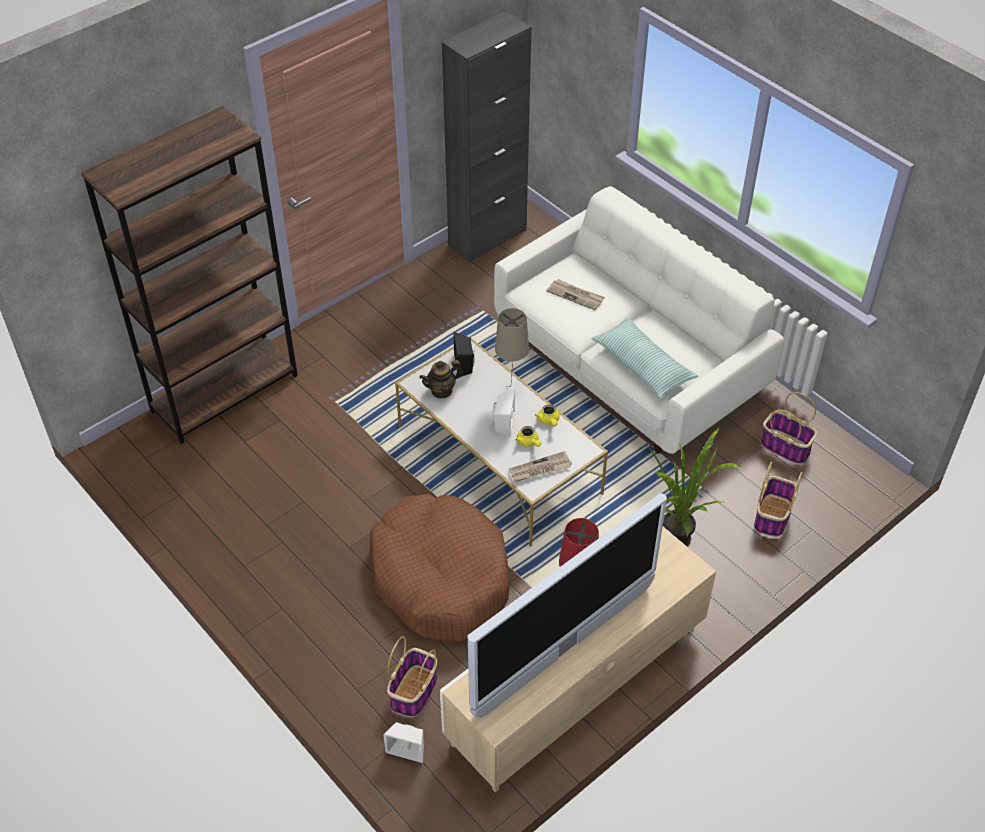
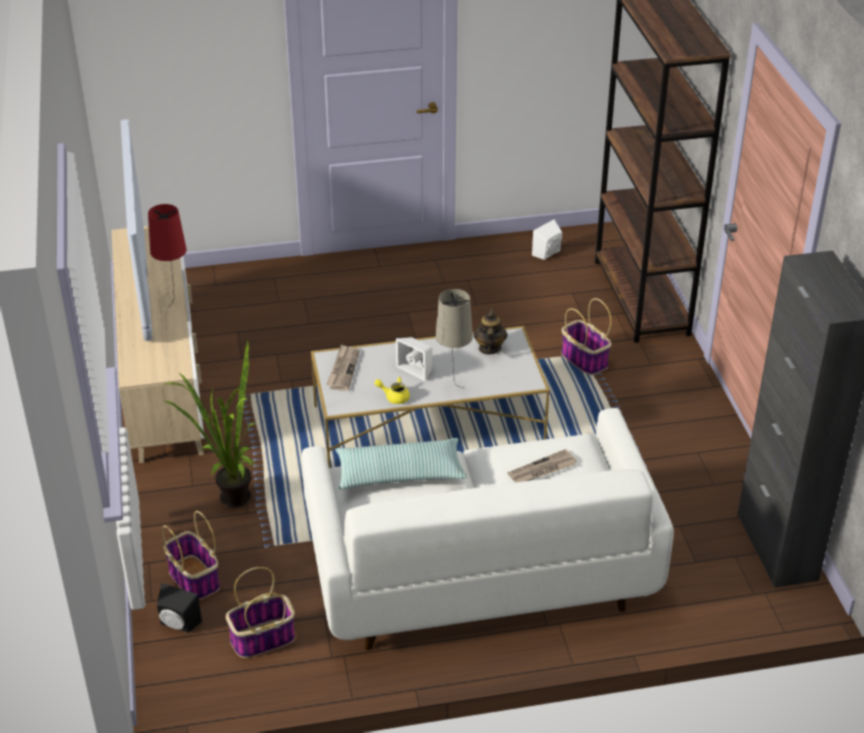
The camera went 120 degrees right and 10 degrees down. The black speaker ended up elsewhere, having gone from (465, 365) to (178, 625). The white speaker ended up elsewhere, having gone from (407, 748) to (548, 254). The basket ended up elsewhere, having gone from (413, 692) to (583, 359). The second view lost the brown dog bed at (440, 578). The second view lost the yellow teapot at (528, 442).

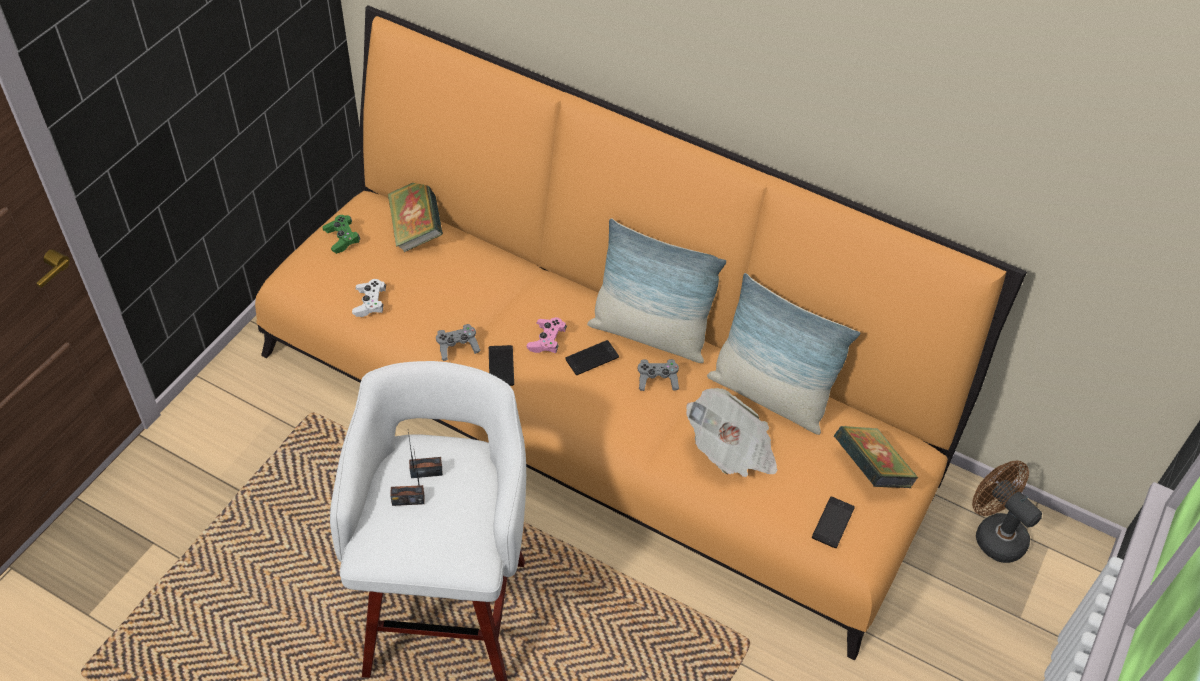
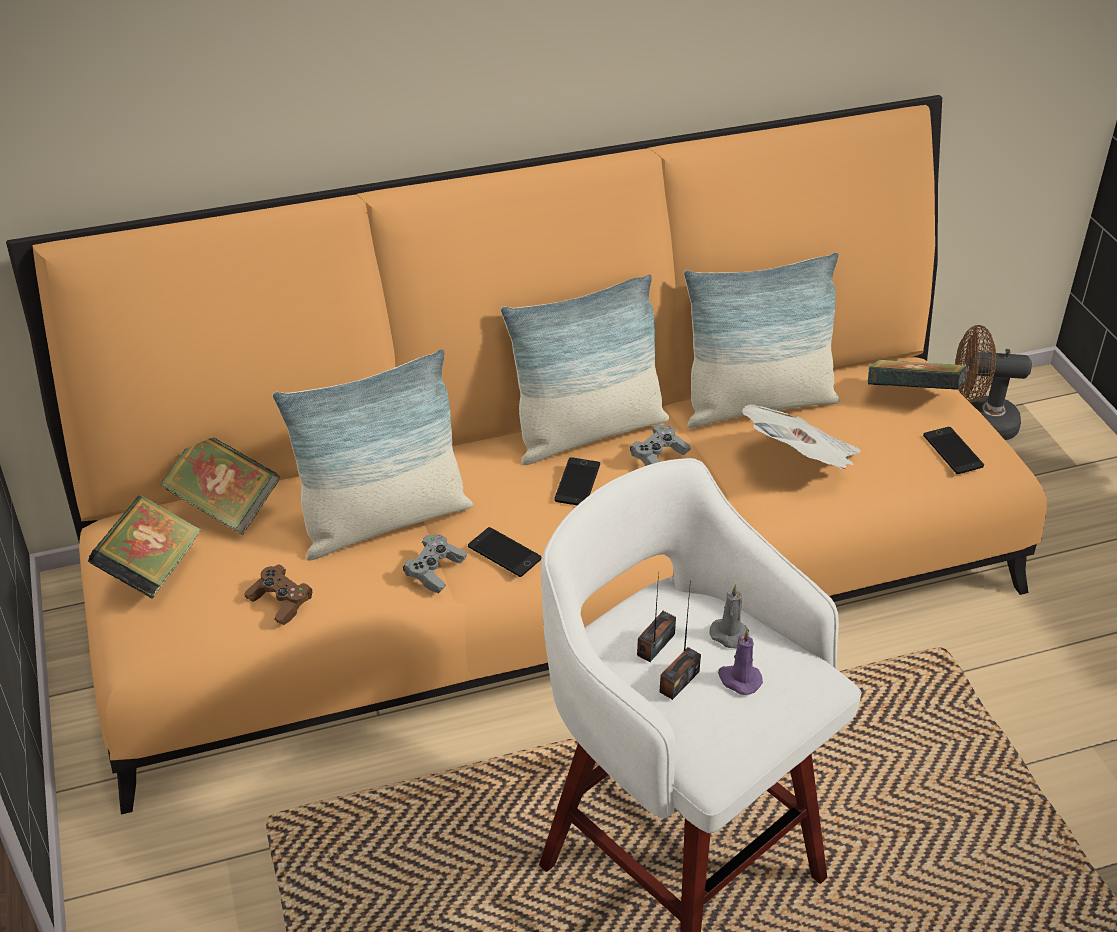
The camera went 45 degrees left and 10 degrees down. Where the green game controller stood at (342, 239), the book came to stand at (152, 570). What was the white game controller at (370, 303) turned into the brown game controller at (280, 602). The second view gained the pillow at (384, 521). The second view gained the grey candle at (731, 636). The second view gained the purple candle at (739, 679). The second view lost the pink game controller at (547, 340).

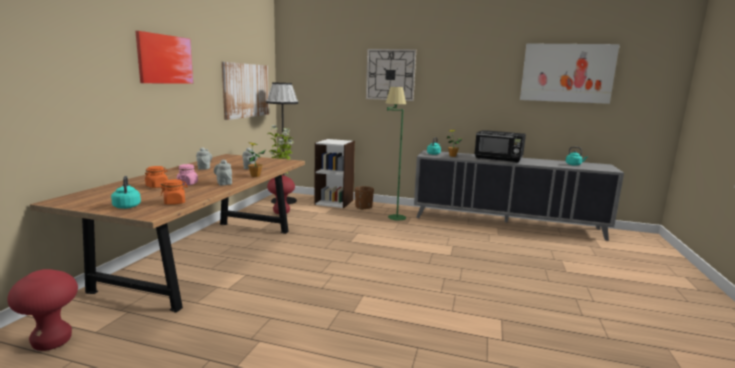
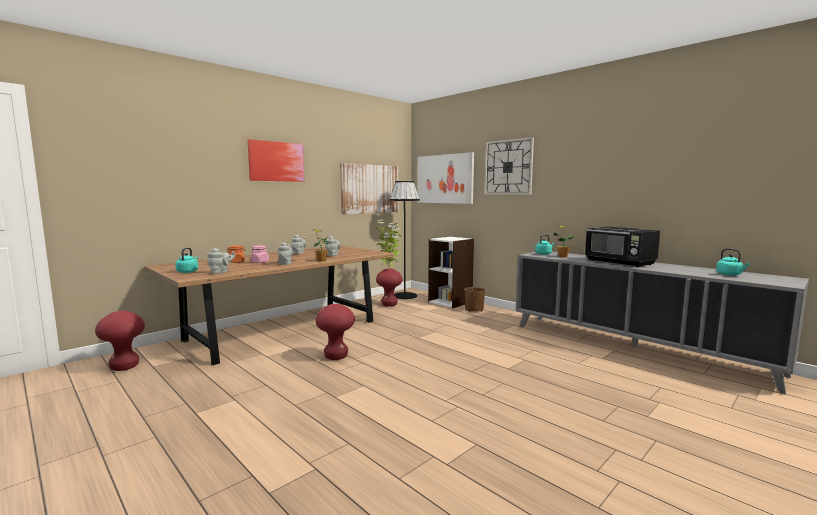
The camera went 30 degrees right and 5 degrees down. Where the orange jar stood at (175, 202), the grey teapot came to stand at (220, 272). The second view gained the red stool at (336, 356). The picture ended up elsewhere, having gone from (567, 73) to (444, 179). The second view lost the green floor lamp at (392, 215).

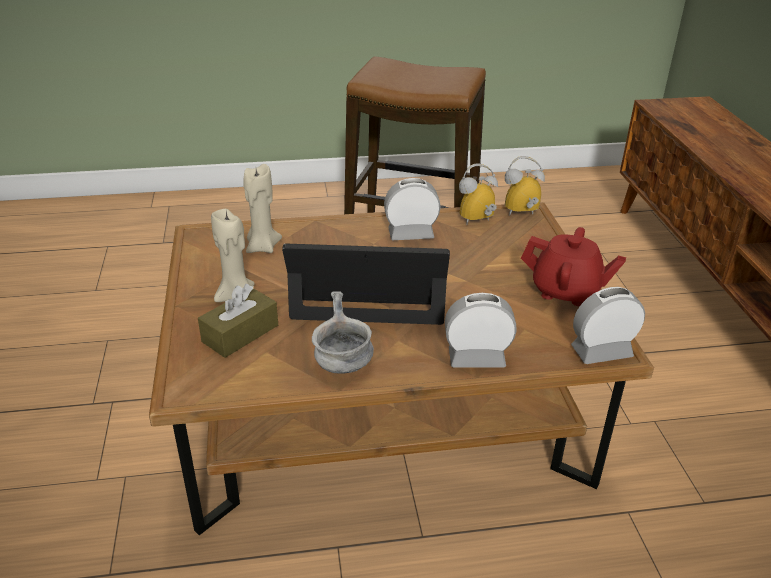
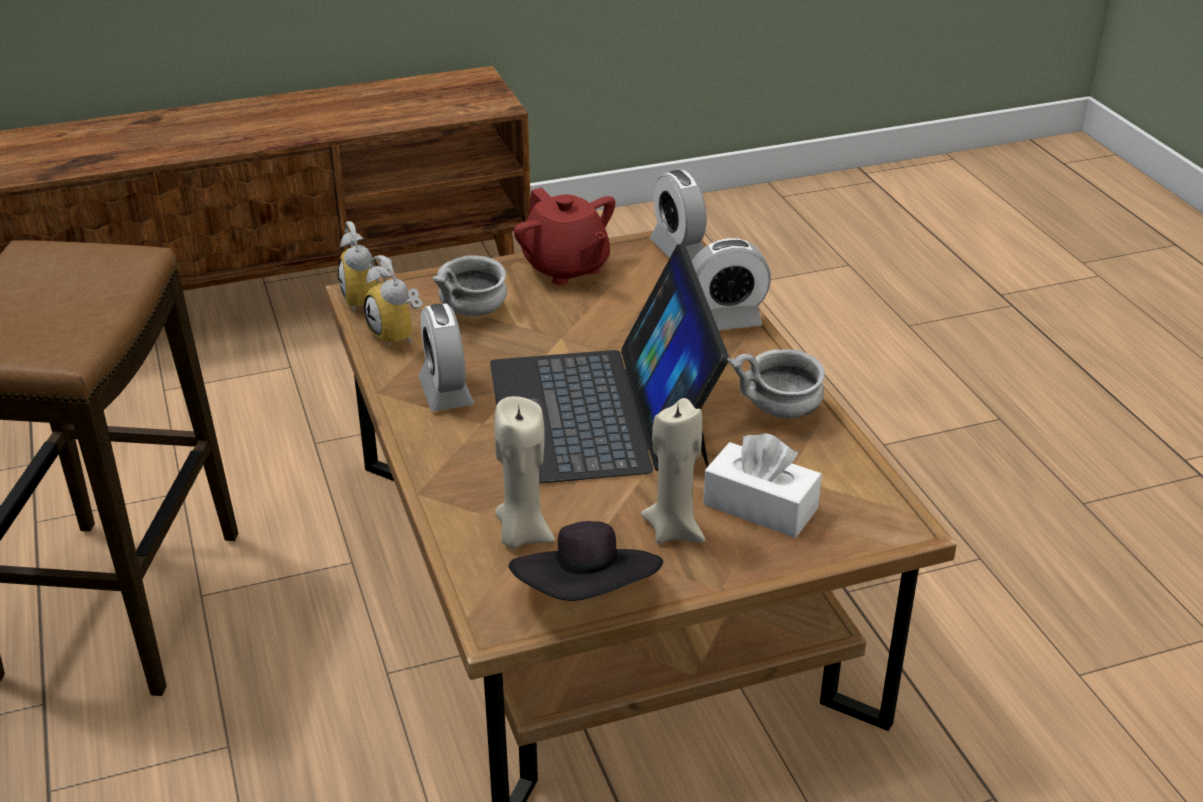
The camera went 100 degrees left and 0 degrees up. The second view gained the grey bowl at (473, 312). The second view gained the black hat at (588, 597). The red teapot at (566, 291) ended up facing another way, 135 degrees clockwise from before. The alarm clock at (476, 358) ended up facing another way, 90 degrees counterclockwise from before. What was the brown tissue box at (240, 333) turned into the white tissue box at (760, 506).

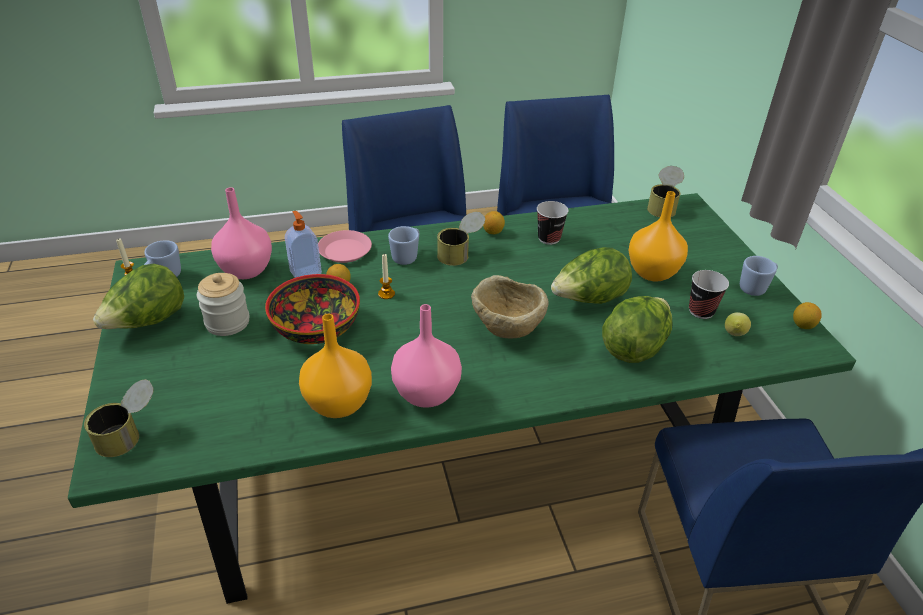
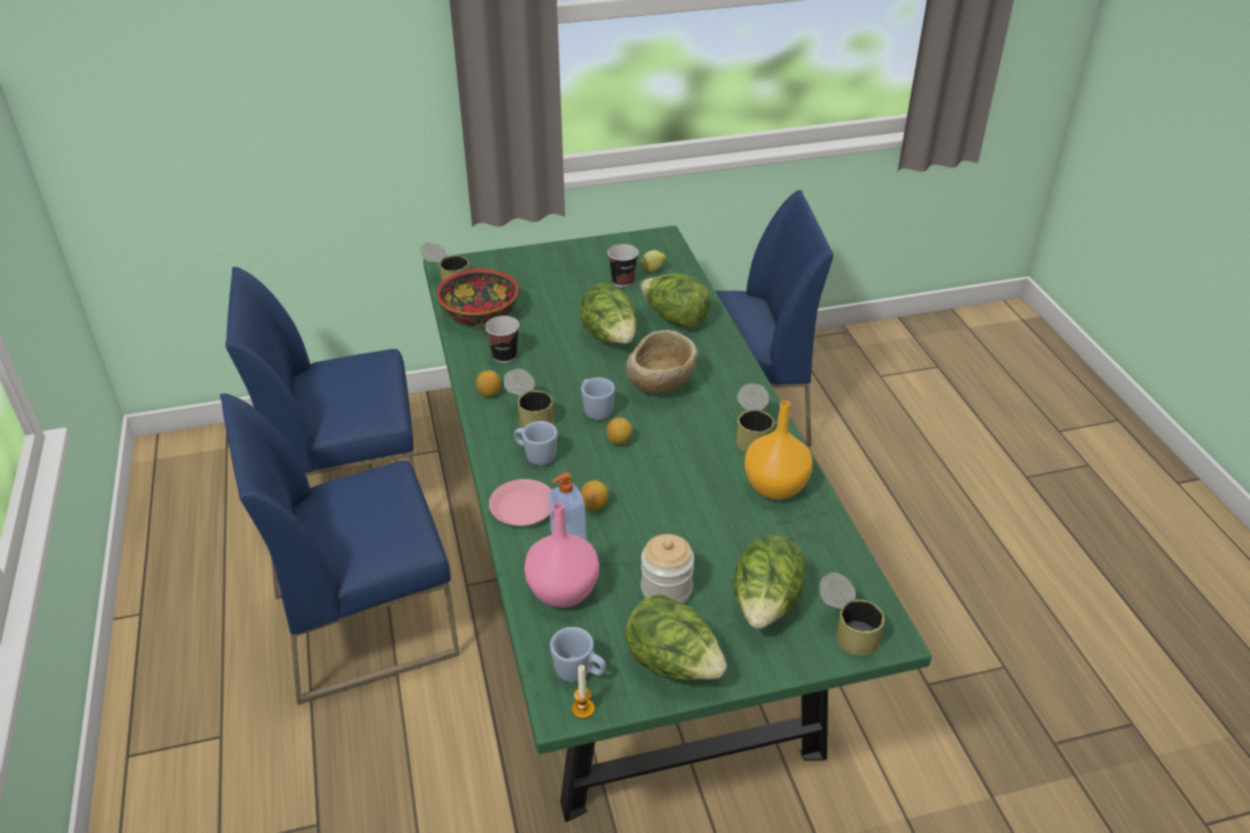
The camera went 90 degrees left and 0 degrees up. The bowl ended up elsewhere, having gone from (317, 328) to (480, 314). The blue mug ended up elsewhere, having gone from (755, 288) to (595, 410). The lemon ended up elsewhere, having gone from (803, 325) to (619, 441). The second view gained the lettuce at (766, 605). Where the pink vase stood at (425, 394), the can came to stand at (752, 435). The second view lost the candle at (386, 294). The second view lost the orange vase at (653, 272).

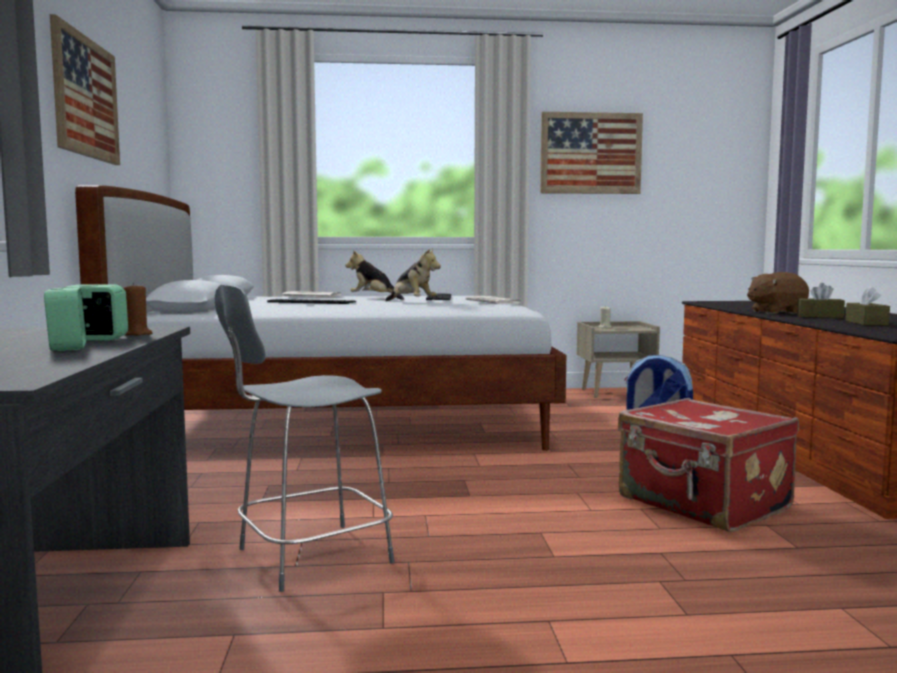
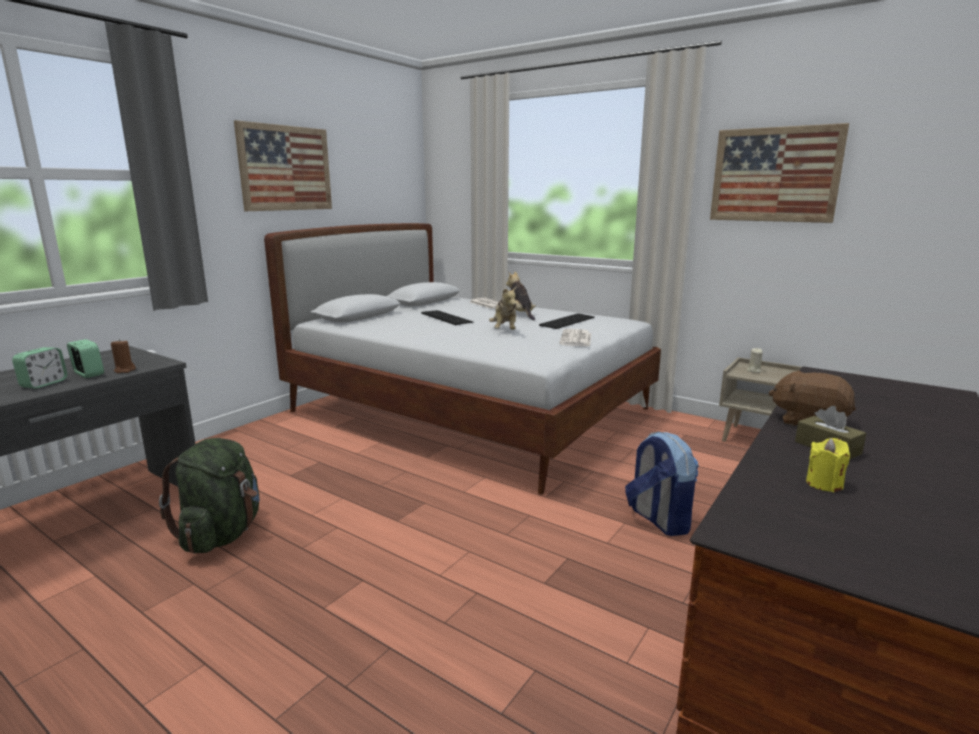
The camera went 40 degrees right and 10 degrees up. Where the grey chair stood at (309, 557), the green backpack came to stand at (222, 534). Where the brown tissue box stood at (866, 323), the yellow candle came to stand at (824, 484). The second view lost the red suitcase at (703, 504).

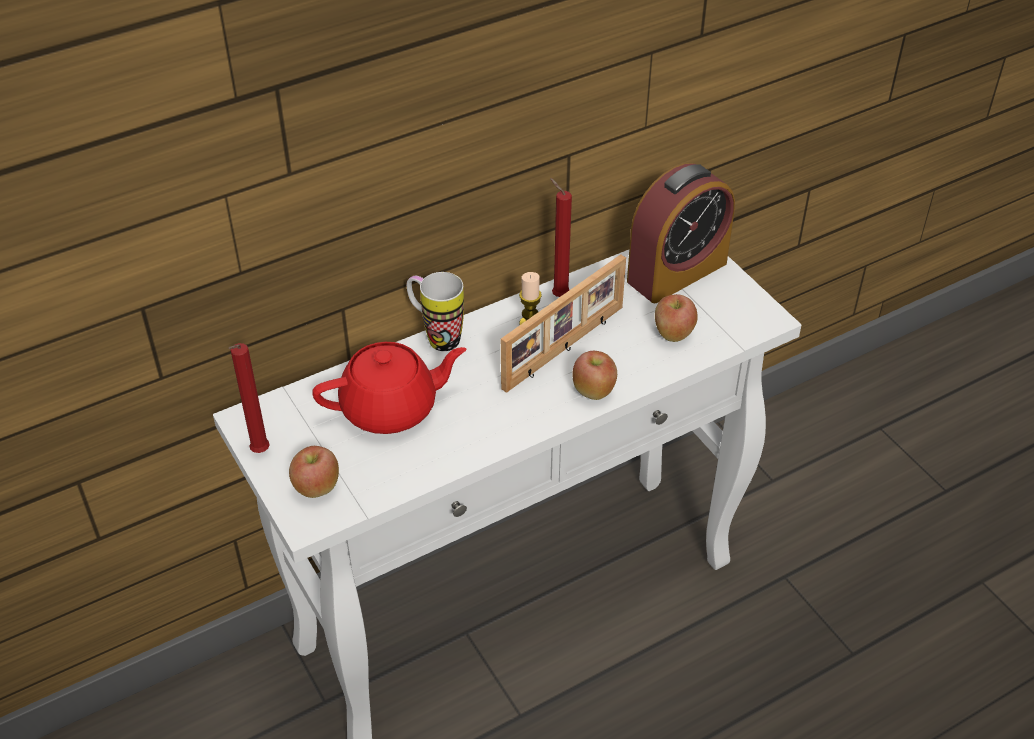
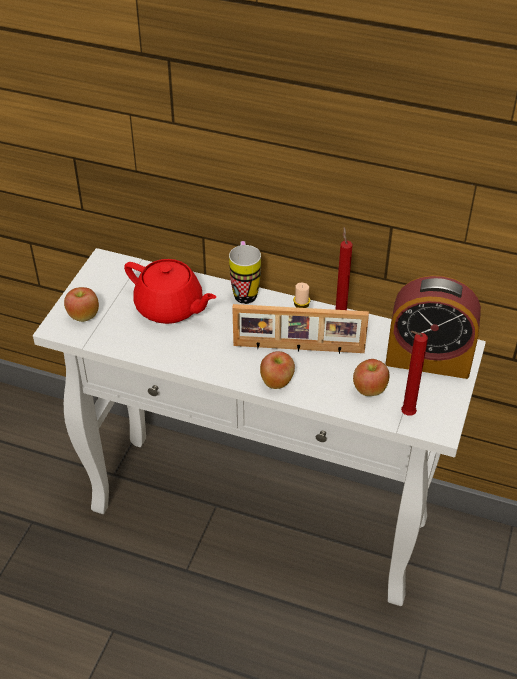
The camera went 50 degrees right and 0 degrees up. The red candle ended up elsewhere, having gone from (258, 453) to (405, 414).

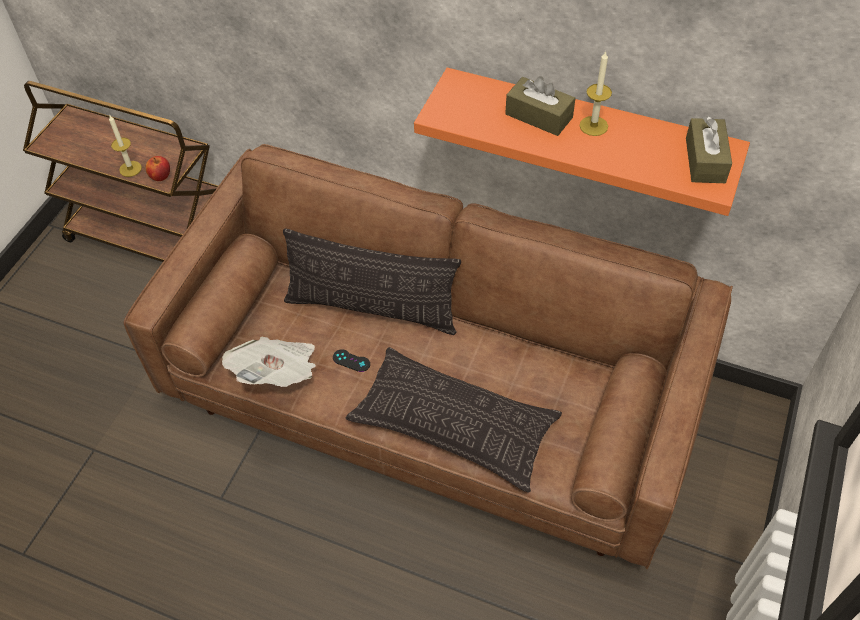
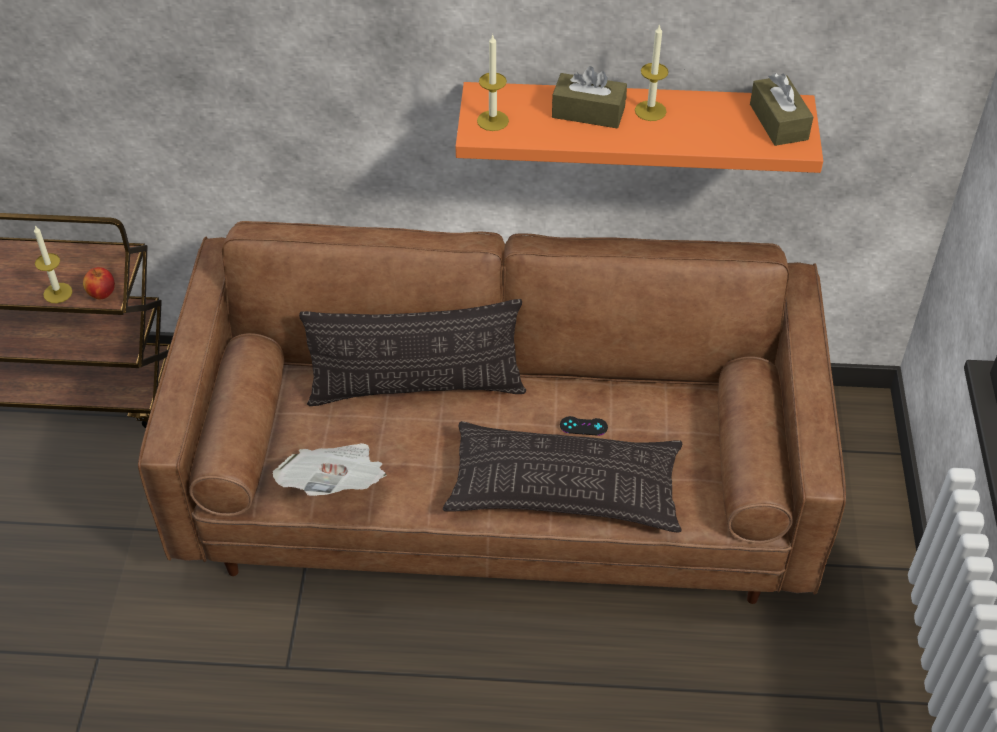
The camera went 20 degrees left and 5 degrees down. The second view gained the candle at (492, 120). The black game controller ended up elsewhere, having gone from (351, 361) to (583, 426).

